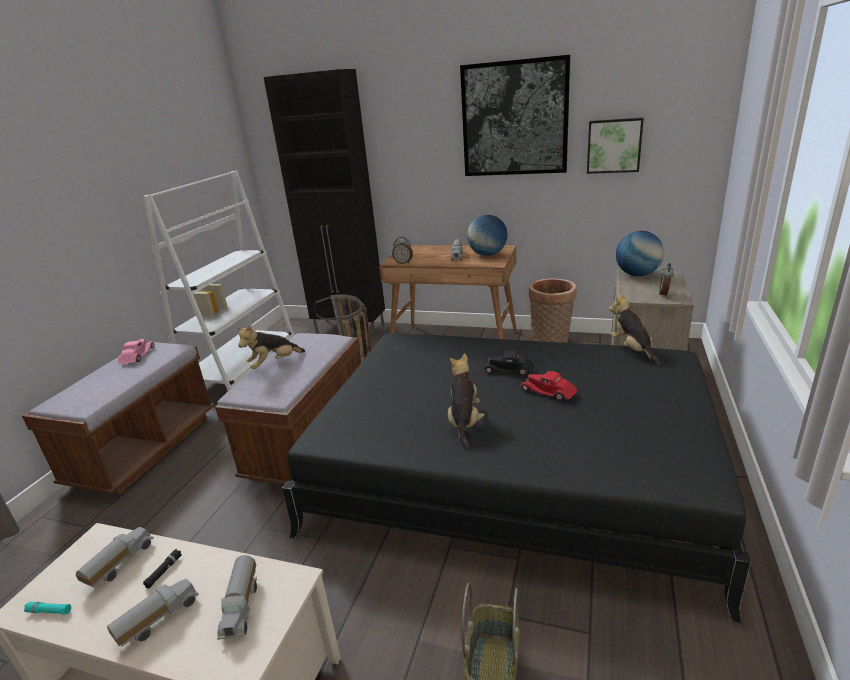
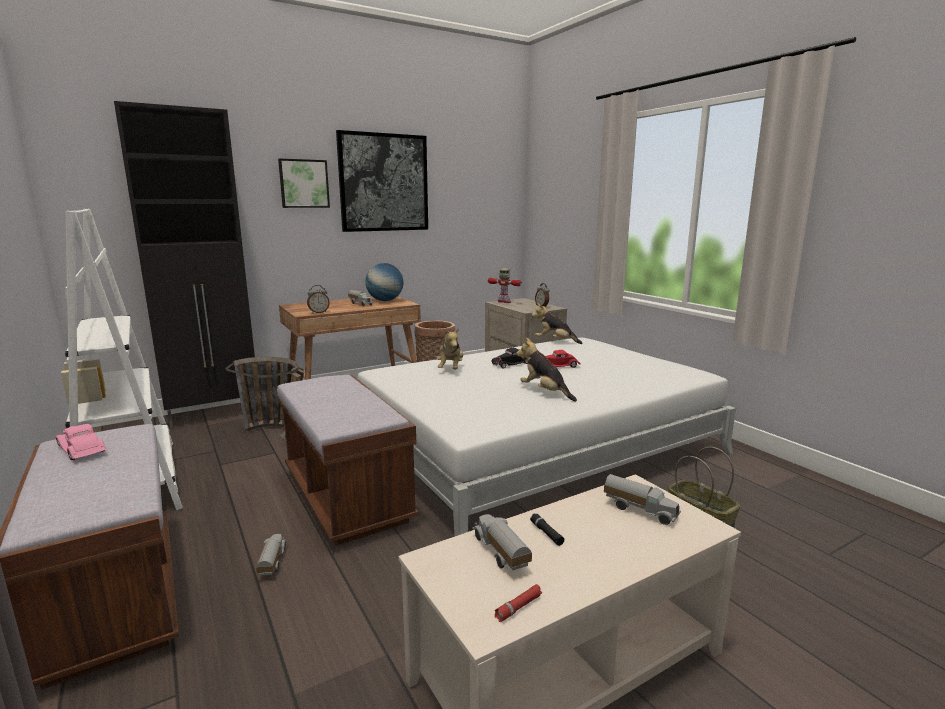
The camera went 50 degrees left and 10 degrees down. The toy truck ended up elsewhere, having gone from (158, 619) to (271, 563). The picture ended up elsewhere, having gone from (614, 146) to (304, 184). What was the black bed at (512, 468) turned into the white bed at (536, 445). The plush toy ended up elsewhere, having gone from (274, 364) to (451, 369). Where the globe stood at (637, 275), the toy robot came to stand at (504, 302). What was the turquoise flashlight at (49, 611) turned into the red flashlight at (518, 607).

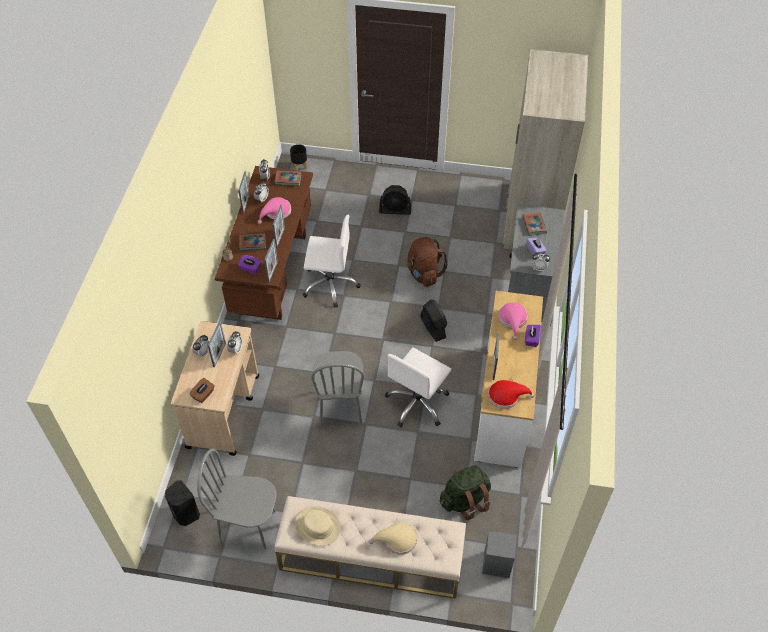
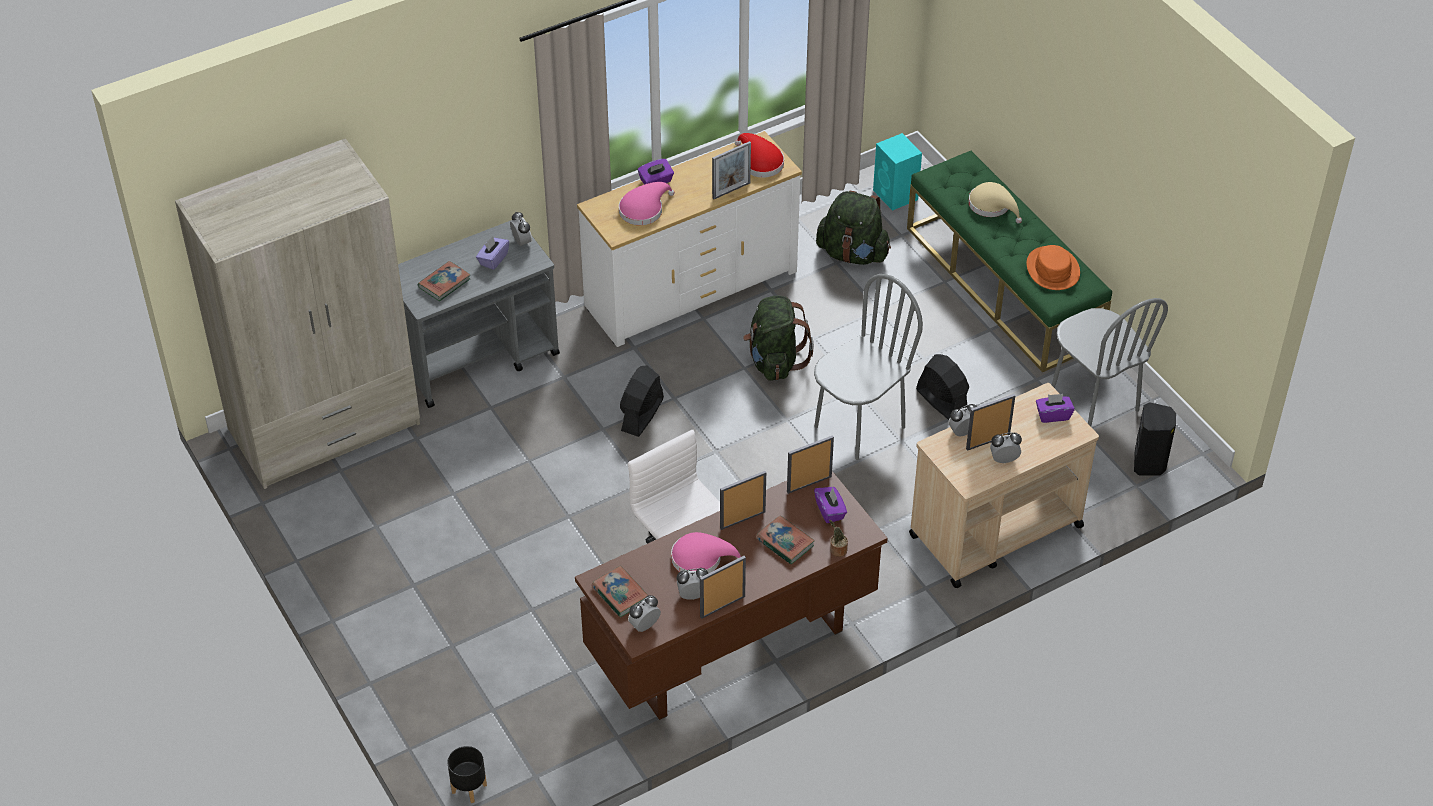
The camera went 130 degrees left and 5 degrees down. Where the white office chair stood at (417, 403), the green backpack came to stand at (775, 361). What was the grey speaker at (495, 564) turned into the turquoise speaker at (896, 195). What was the beige bench at (371, 558) turned into the green bench at (1003, 285). The black fan ended up elsewhere, having gone from (395, 210) to (942, 402). What was the beige hat at (317, 526) turned into the orange hat at (1053, 269). What was the brown tissue box at (203, 395) turned into the purple tissue box at (1053, 415). The second view lost the brown backpack at (423, 274).

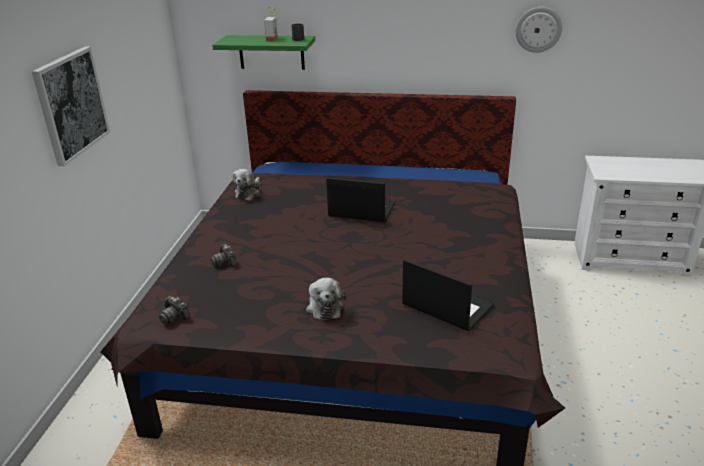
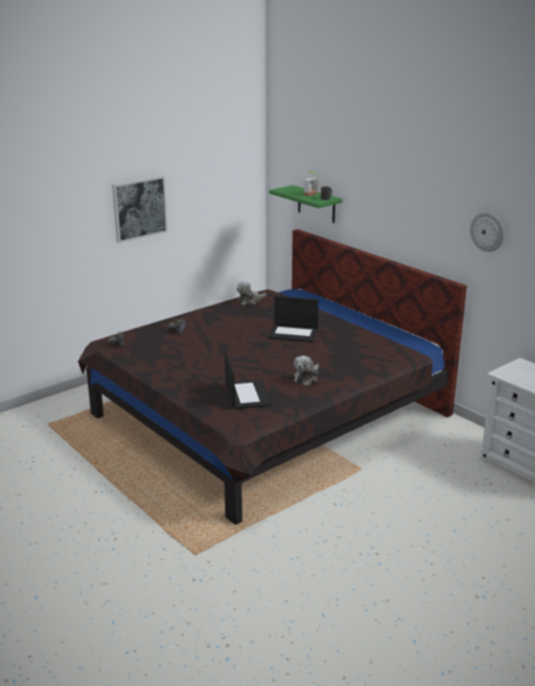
The camera went 40 degrees right and 5 degrees down. The laptop at (360, 210) ended up facing another way, 135 degrees clockwise from before. The plush toy ended up elsewhere, having gone from (324, 306) to (307, 378).

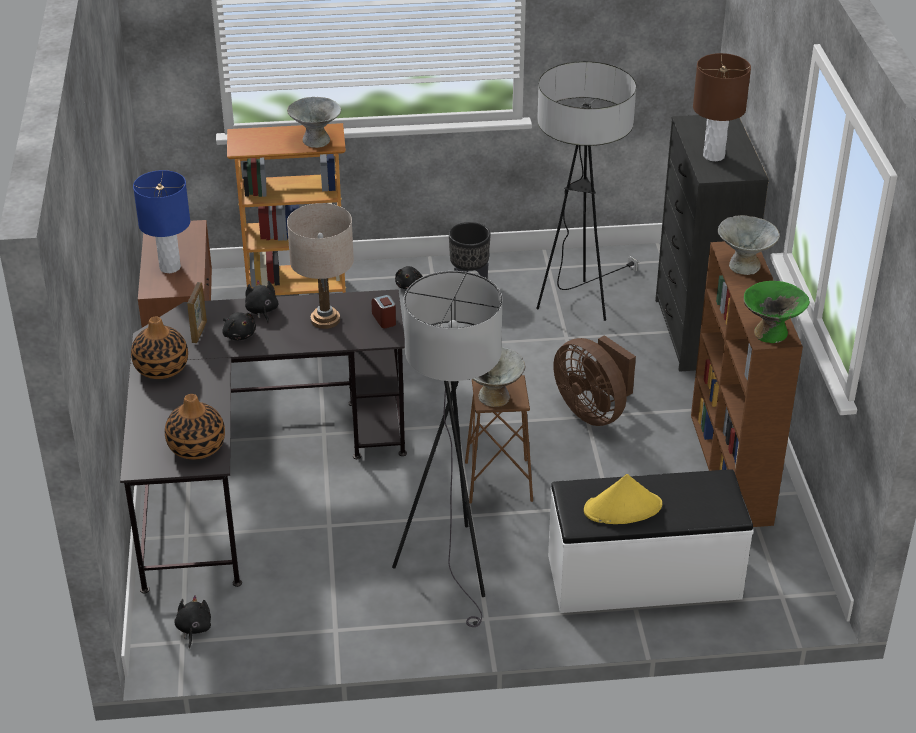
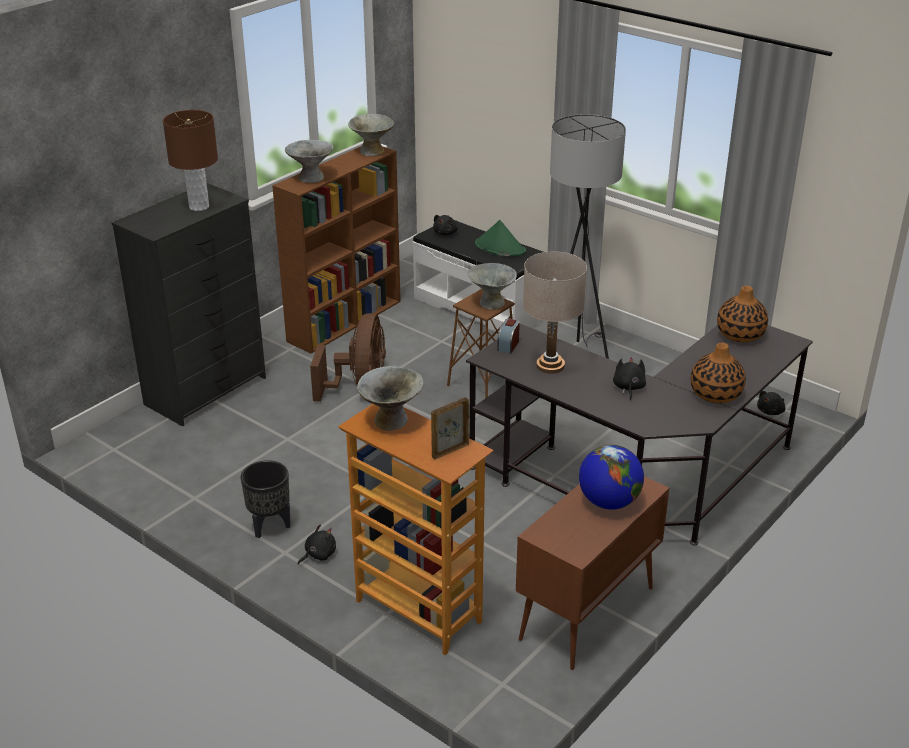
The camera went 135 degrees left and 5 degrees down. What was the green bowl at (771, 333) turned into the grey bowl at (372, 151). The picture frame ended up elsewhere, having gone from (199, 332) to (449, 451). The black plush toy ended up elsewhere, having gone from (262, 311) to (446, 233). What was the yellow hat at (623, 508) turned into the green hat at (500, 248). Where the blue table lamp stood at (170, 267), the globe came to stand at (609, 502). The second view lost the floor lamp at (578, 306).

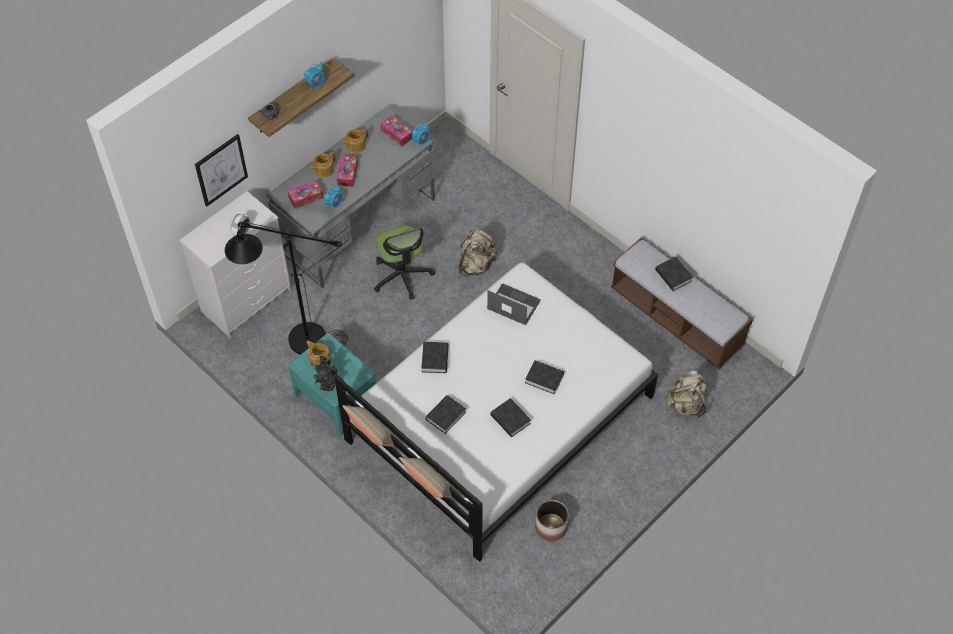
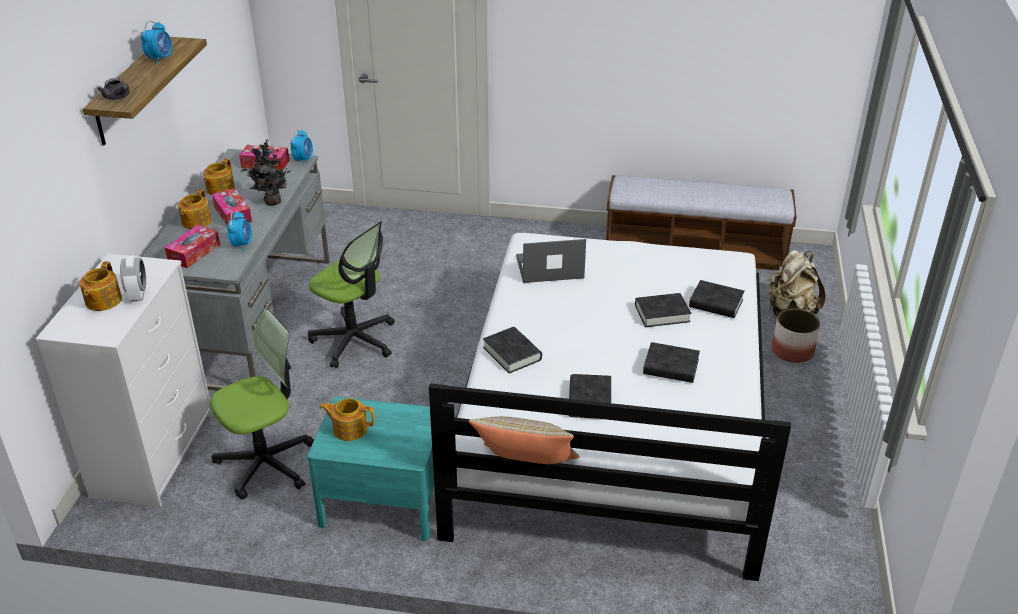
The camera went 35 degrees left and 20 degrees down. The second view gained the teapot at (102, 301). Where the black floor lamp stood at (296, 339), the office chair came to stand at (266, 463). The potted plant ended up elsewhere, having gone from (327, 386) to (271, 202). The black book ended up elsewhere, having gone from (673, 276) to (716, 303). The planter ended up elsewhere, having gone from (551, 527) to (792, 351). The second view lost the picture at (221, 170). The second view lost the beige pillow at (434, 488). The second view lost the beige backpack at (476, 265).

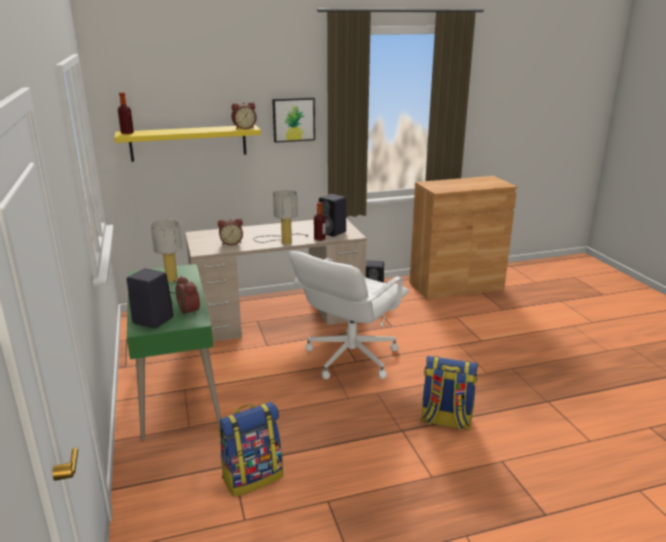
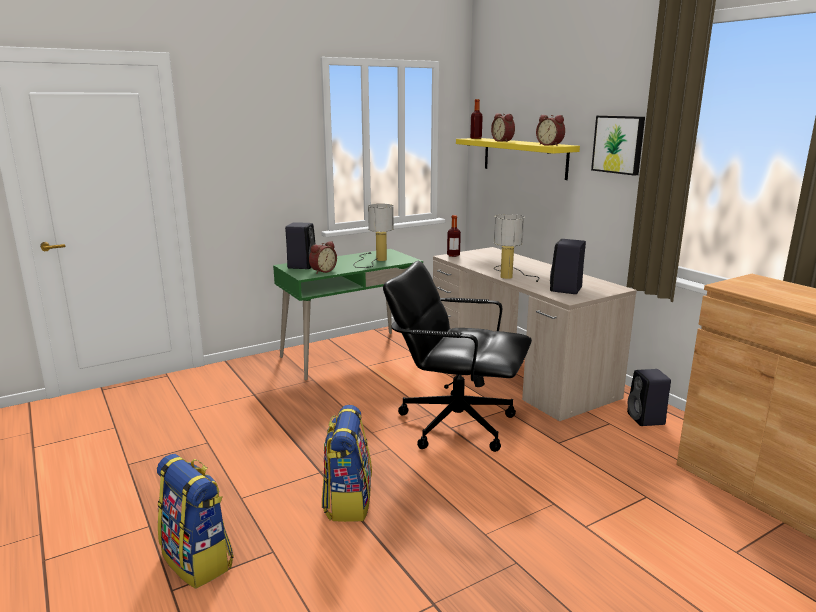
The camera went 75 degrees right and 5 degrees down. The backpack ended up elsewhere, having gone from (252, 477) to (199, 560). What was the white office chair at (350, 358) turned into the black office chair at (455, 423). The bottle ended up elsewhere, having gone from (319, 239) to (453, 255). The alarm clock ended up elsewhere, having gone from (231, 243) to (503, 141).

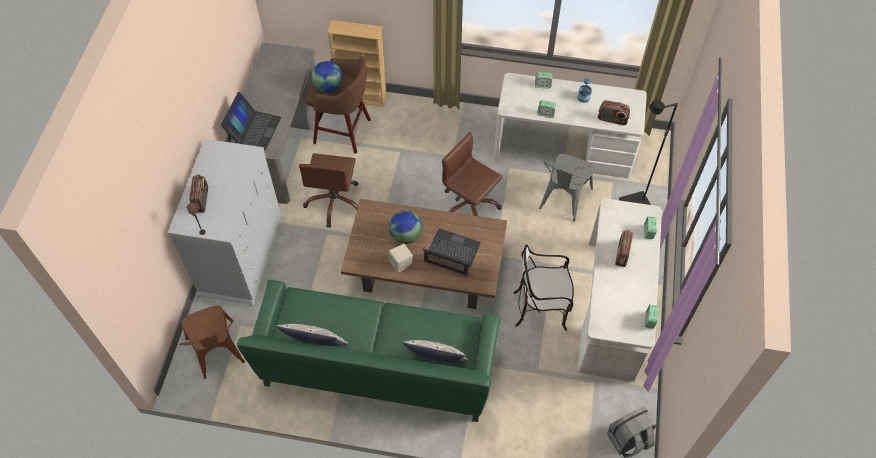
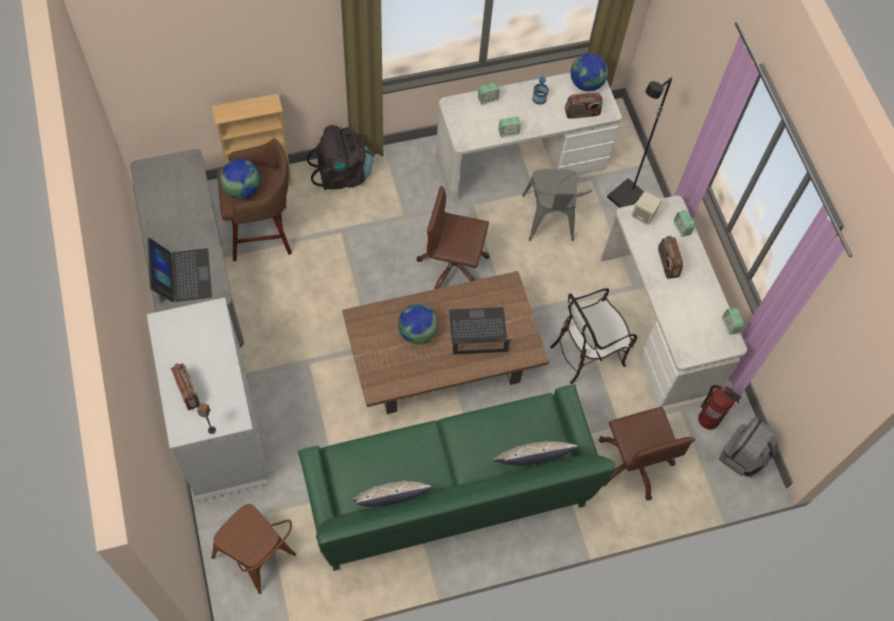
The camera went 30 degrees left and 5 degrees up. The second view gained the black backpack at (343, 174). The second view gained the globe at (586, 84). The brown office chair ended up elsewhere, having gone from (335, 202) to (634, 462). The beige speaker ended up elsewhere, having gone from (401, 263) to (643, 215). The second view gained the fire extinguisher at (708, 419).

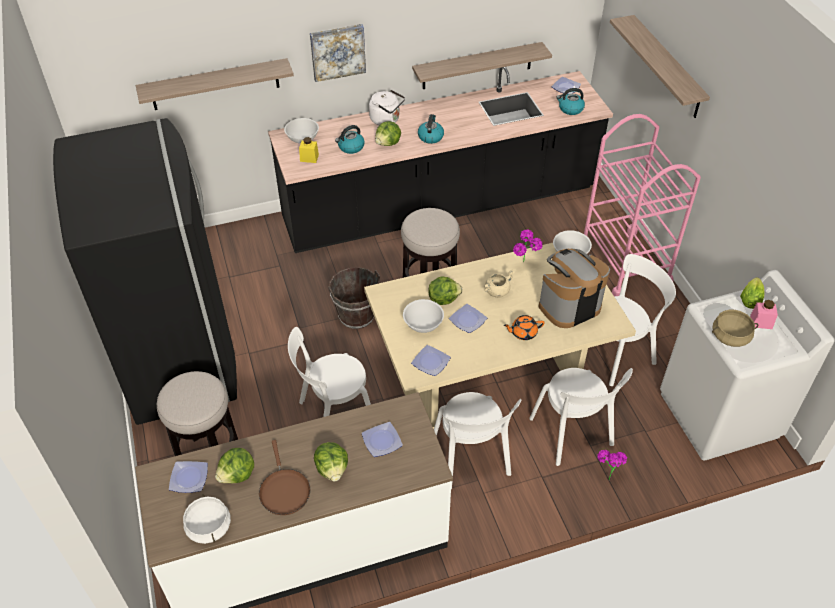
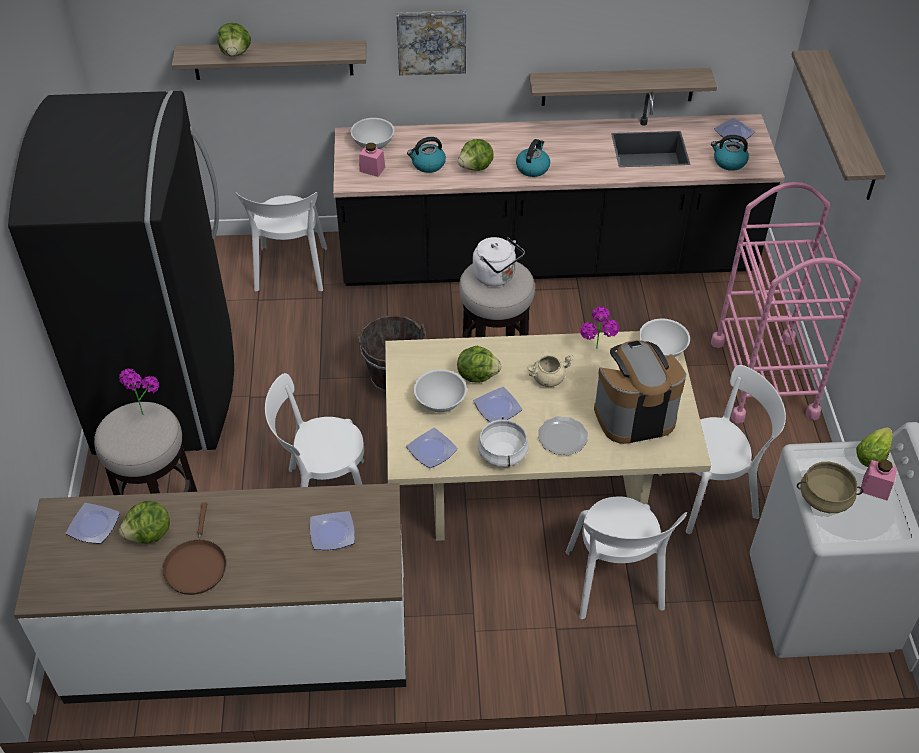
The camera went 15 degrees right and 0 degrees up. The potted plant ended up elsewhere, having gone from (607, 475) to (144, 409). The lettuce ended up elsewhere, having gone from (332, 469) to (235, 53). The white chair ended up elsewhere, having gone from (471, 460) to (291, 272). What was the yellow jar at (309, 158) turned into the pink jar at (372, 169). The white kettle ended up elsewhere, having gone from (386, 120) to (496, 276). The white cooking pot ended up elsewhere, having gone from (209, 527) to (503, 453). Where the orange teapot stood at (523, 333), the plate came to stand at (562, 438).

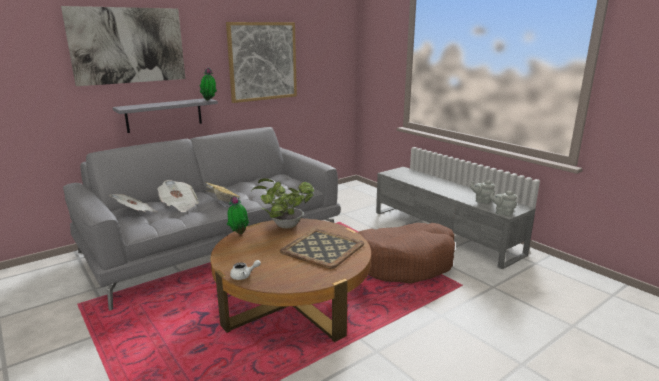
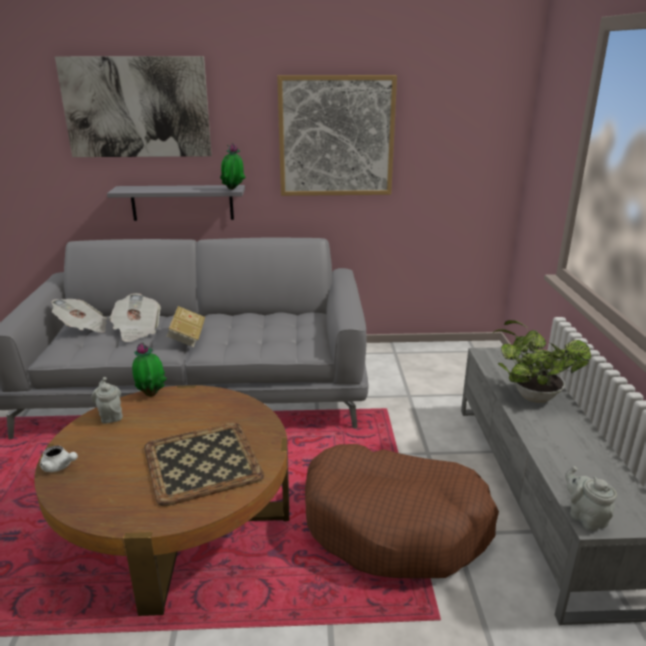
The camera went 35 degrees right and 5 degrees up. The grey teapot ended up elsewhere, having gone from (481, 201) to (110, 415). The potted plant ended up elsewhere, having gone from (284, 225) to (530, 395).

